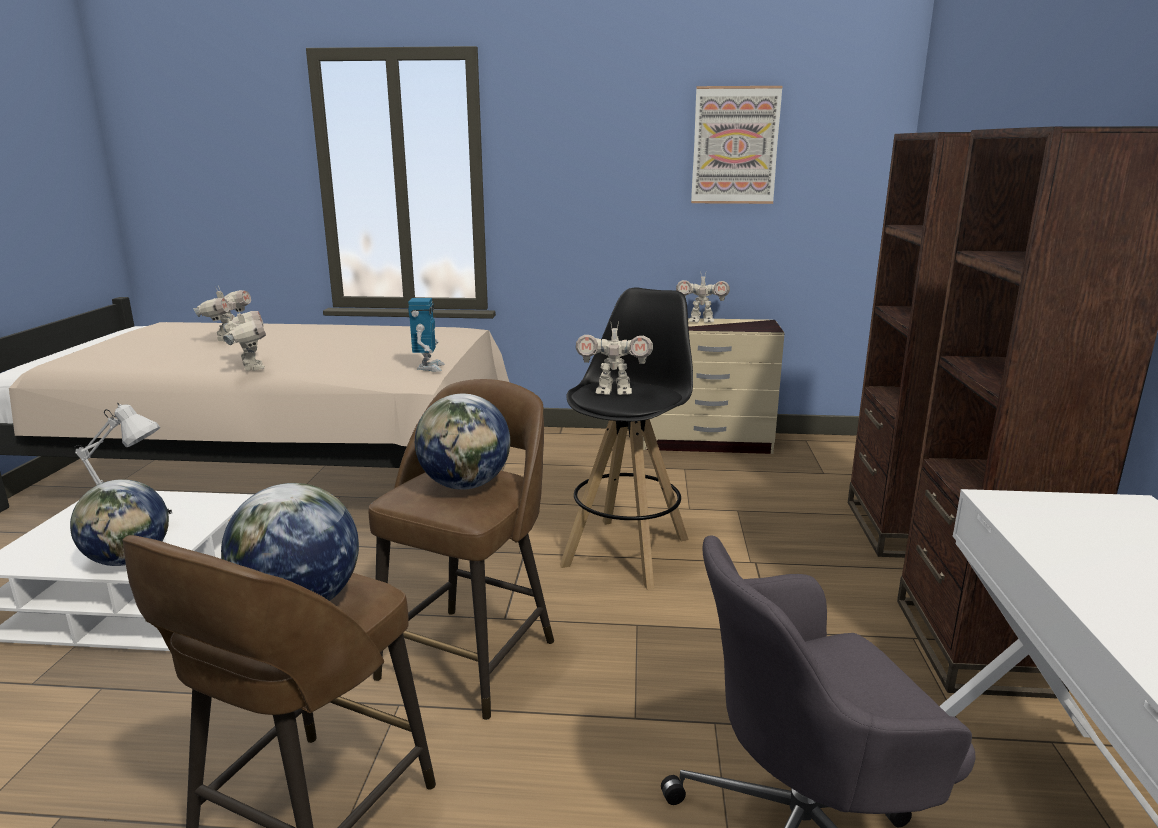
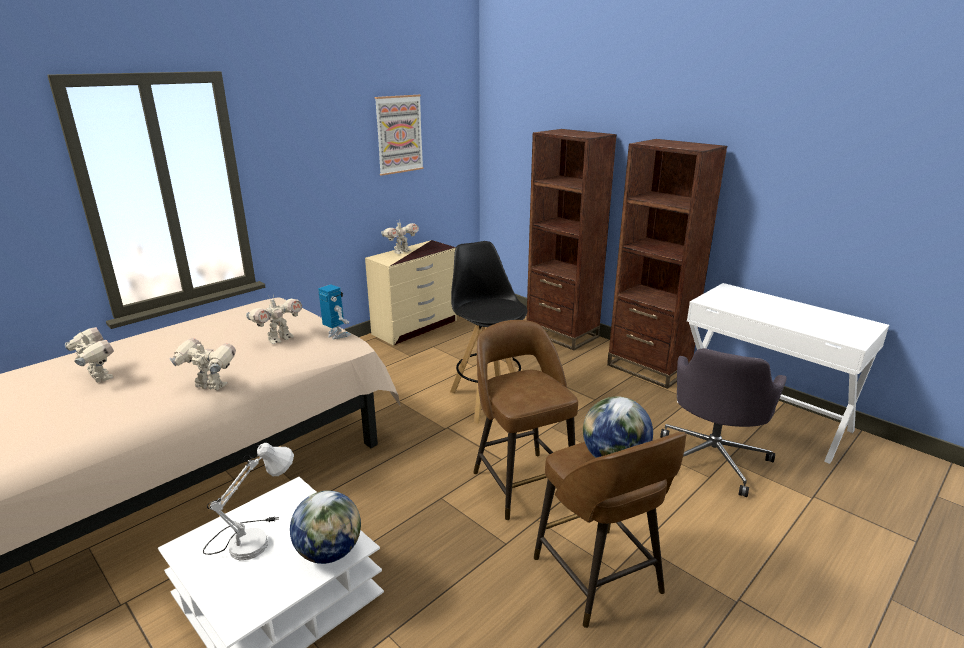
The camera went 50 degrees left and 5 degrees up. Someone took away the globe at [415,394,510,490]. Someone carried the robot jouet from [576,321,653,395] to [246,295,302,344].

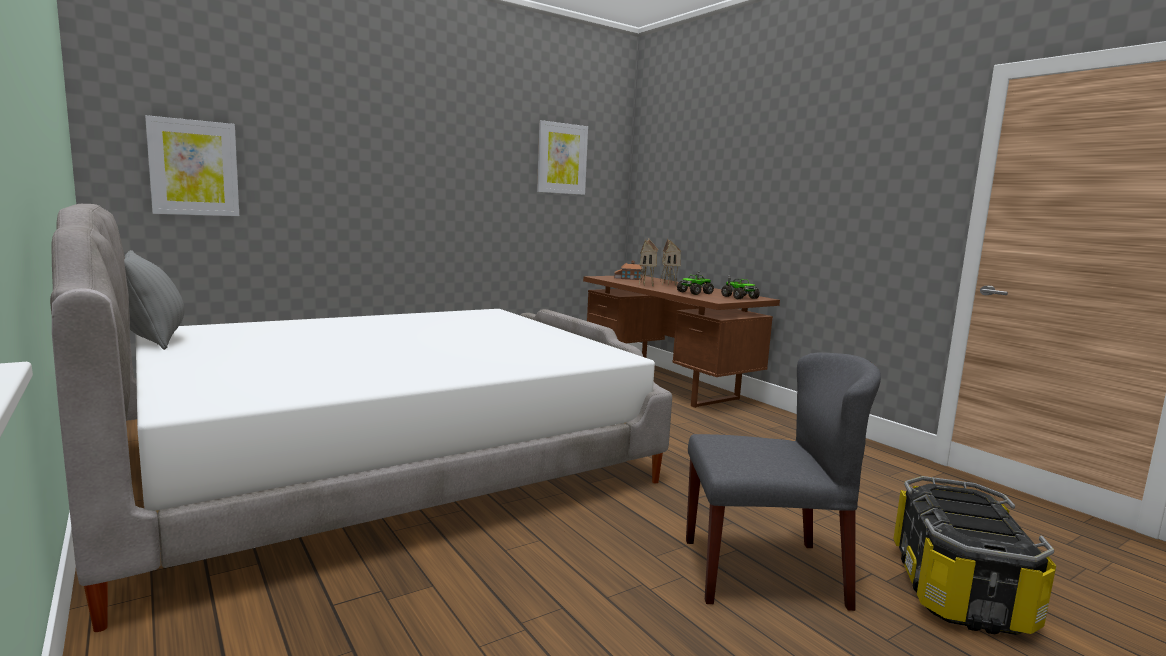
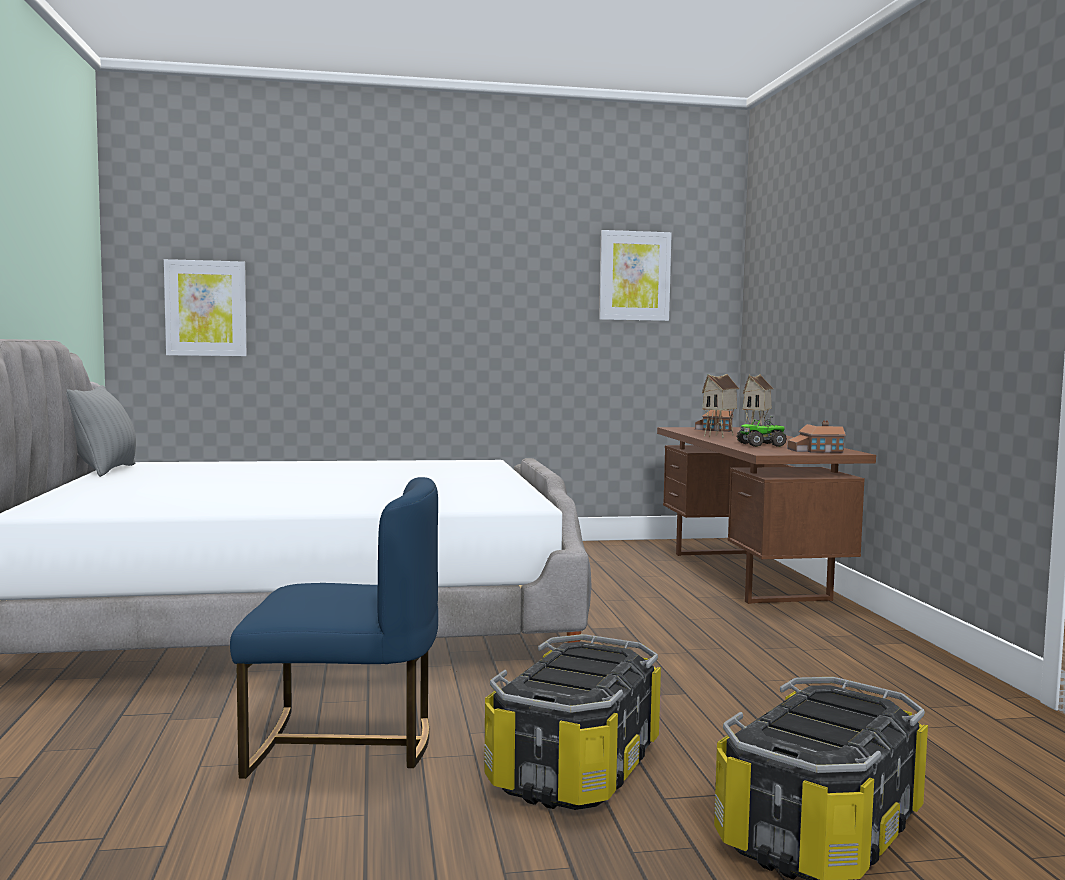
The camera went 25 degrees right and 5 degrees down. Someone put down the chaise (bleu) at [230,477,438,779]. Someone swapped the chaise (gris) at [686,352,881,611] for the boîte de rangement at [484,634,661,810]. Someone swapped the camion jouet at [721,275,760,299] for the maison miniature at [787,420,846,453].

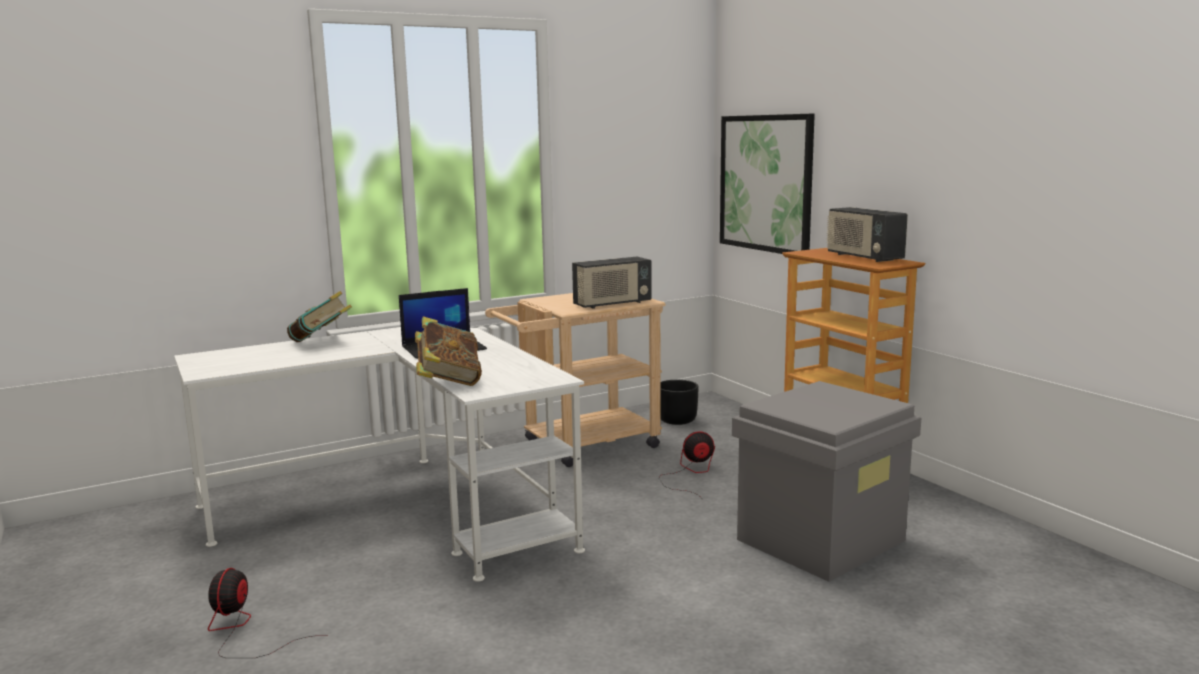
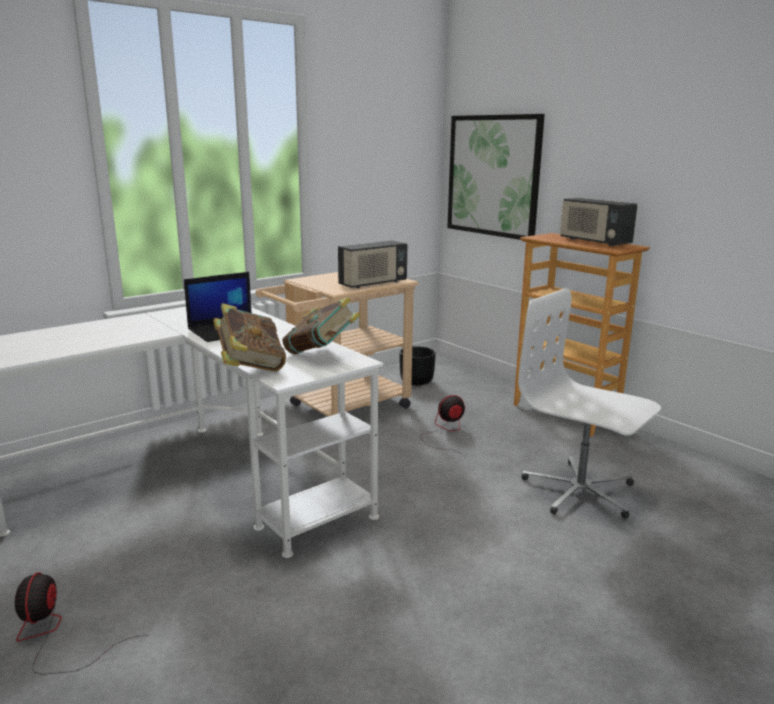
The camera went 10 degrees left and 5 degrees up. Someone carried the livre from [287,291,352,342] to [282,297,361,354]. Someone swapped the boîte de rangement (gris) at [732,381,921,582] for the chaise de bureau (blanc) at [518,288,661,519].

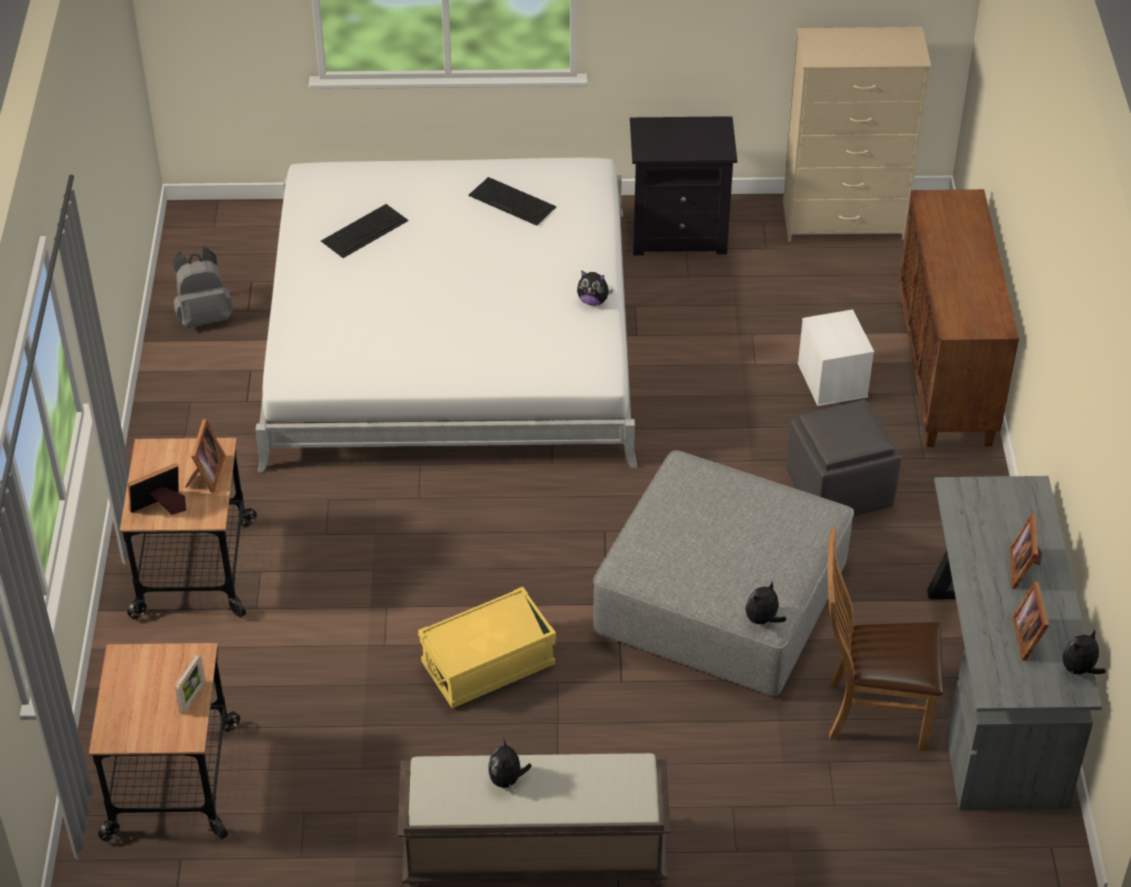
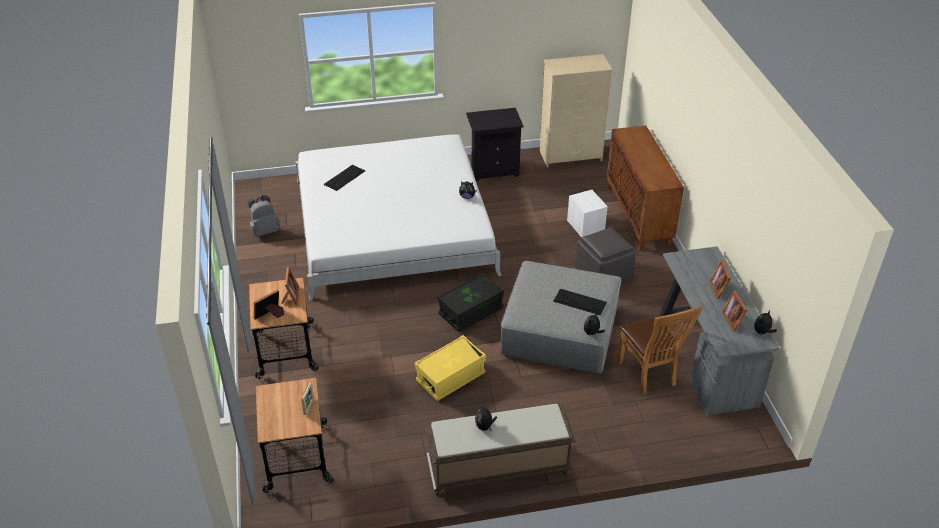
The camera went 10 degrees left and 5 degrees down. Someone put down the boîte de rangement (noir) at [438,273,504,332]. Someone carried the clavier from [468,177,557,226] to [553,289,607,315]. Someone rotated the chaise (marron) at [828,527,943,751] by 105 degrees counterclockwise.

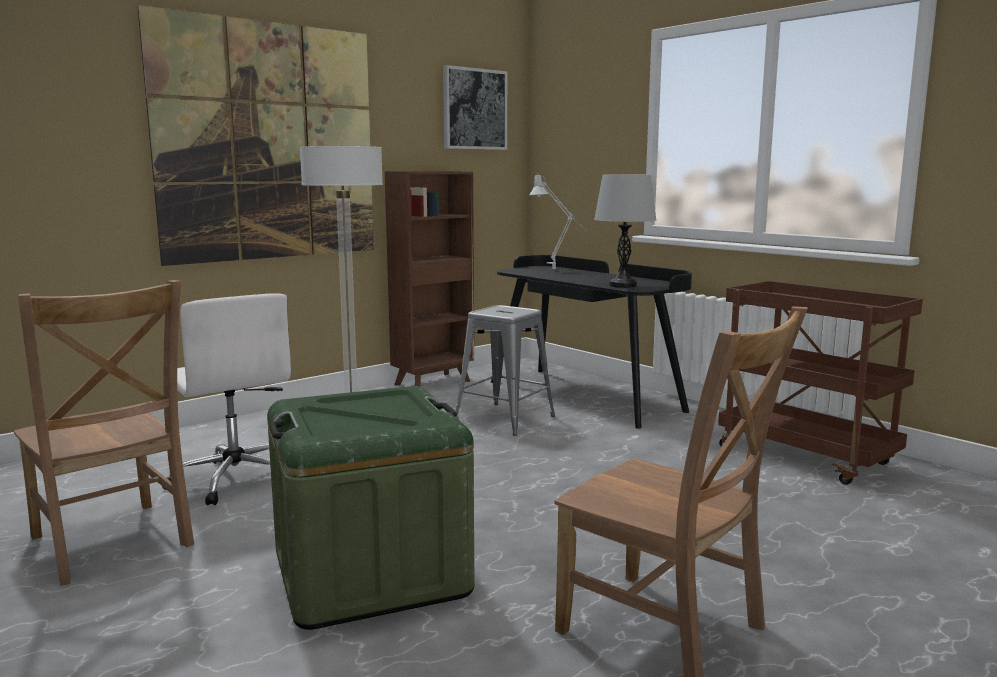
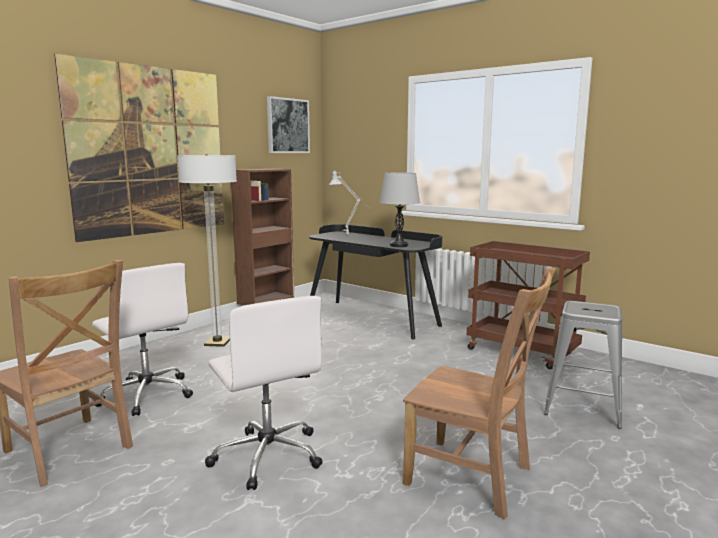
The camera went 10 degrees left and 0 degrees up. Someone carried the tabouret (gris) from [456,305,555,436] to [544,301,622,429]. Someone swapped the boîte de rangement (vert) at [267,386,475,630] for the chaise de bureau (blanc) at [205,296,323,490].

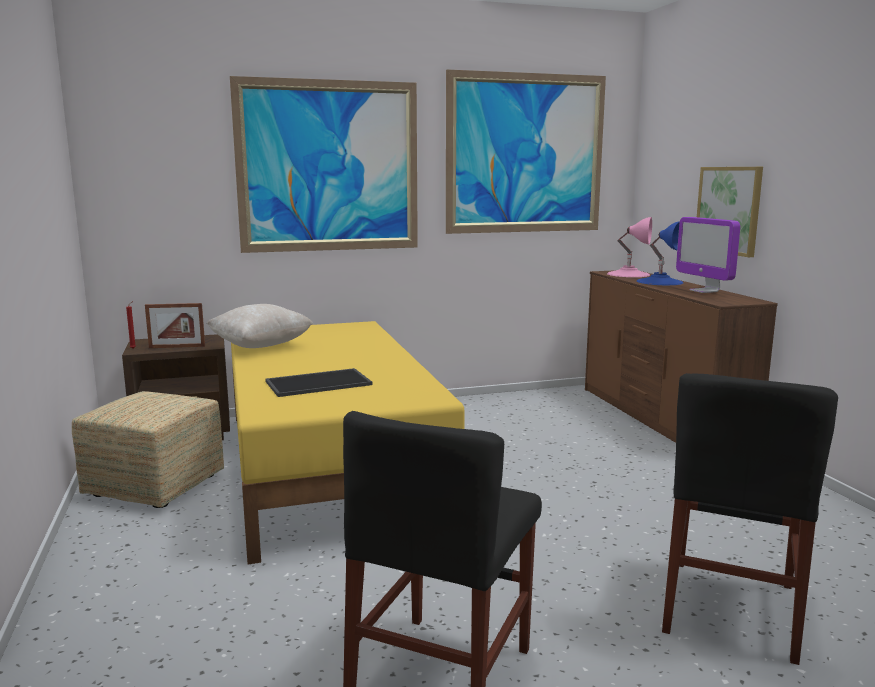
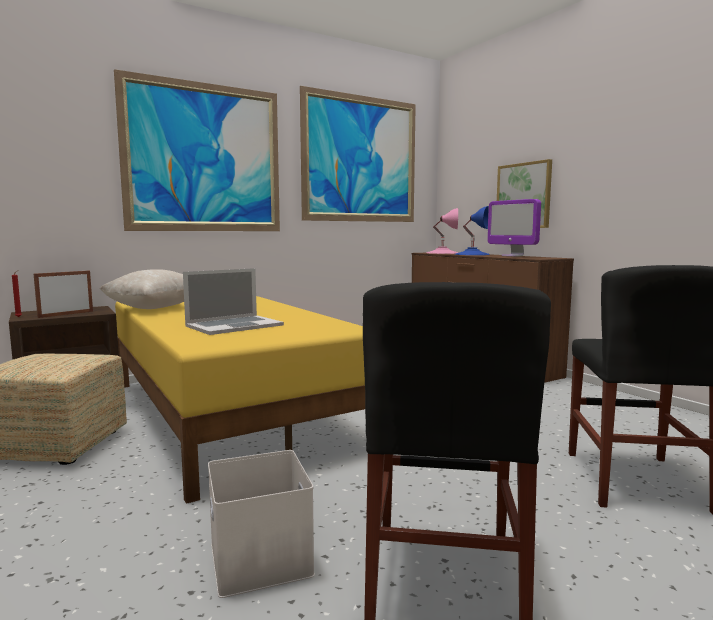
The camera went 15 degrees left and 5 degrees down. Someone put down the boîte de rangement (blanc) at [208,450,315,598]. Someone swapped the plateau at [265,368,372,397] for the ordinateur portable at [183,268,284,335]. Someone rotated the cadre photo at [145,303,205,348] by 150 degrees clockwise.

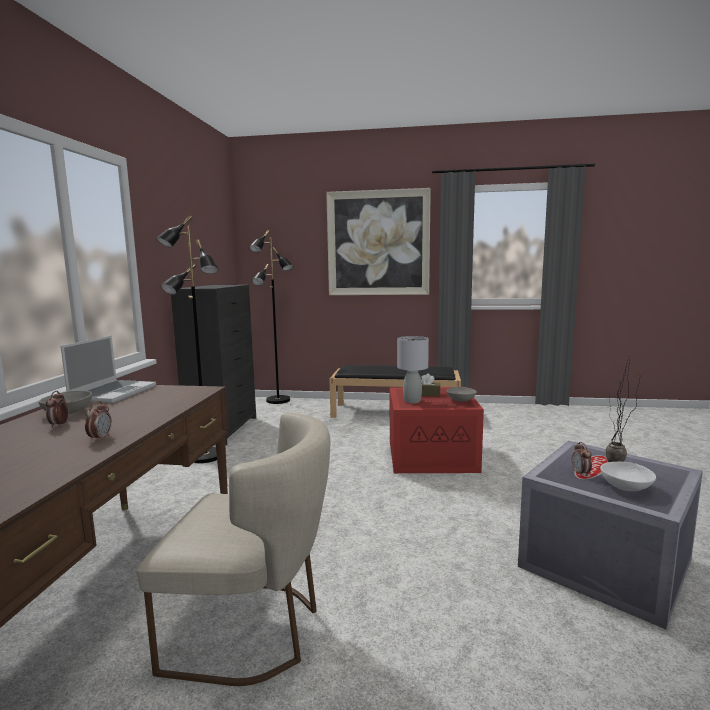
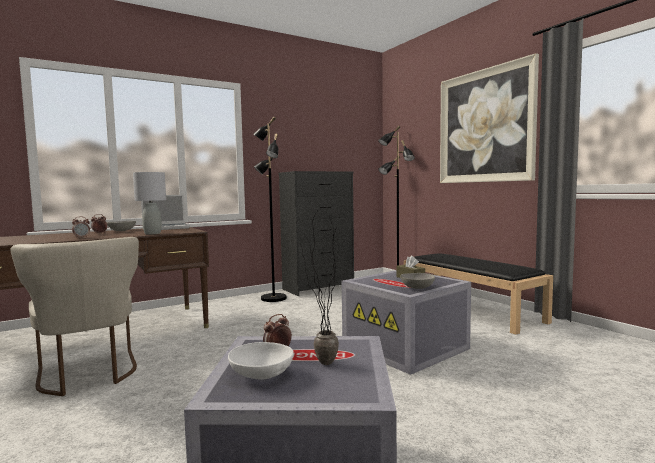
The camera went 50 degrees right and 5 degrees down. Someone carried the lampe de table (gris) from [397,336,429,403] to [133,172,166,235]. Someone repainted the boîte de rangement (rouge) at [390,387,484,473], which became the boîte de rangement (gris) at [342,270,471,375].

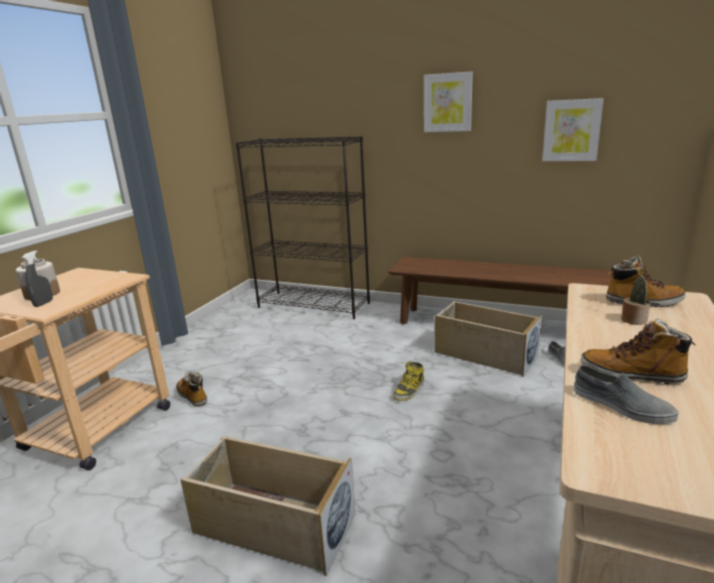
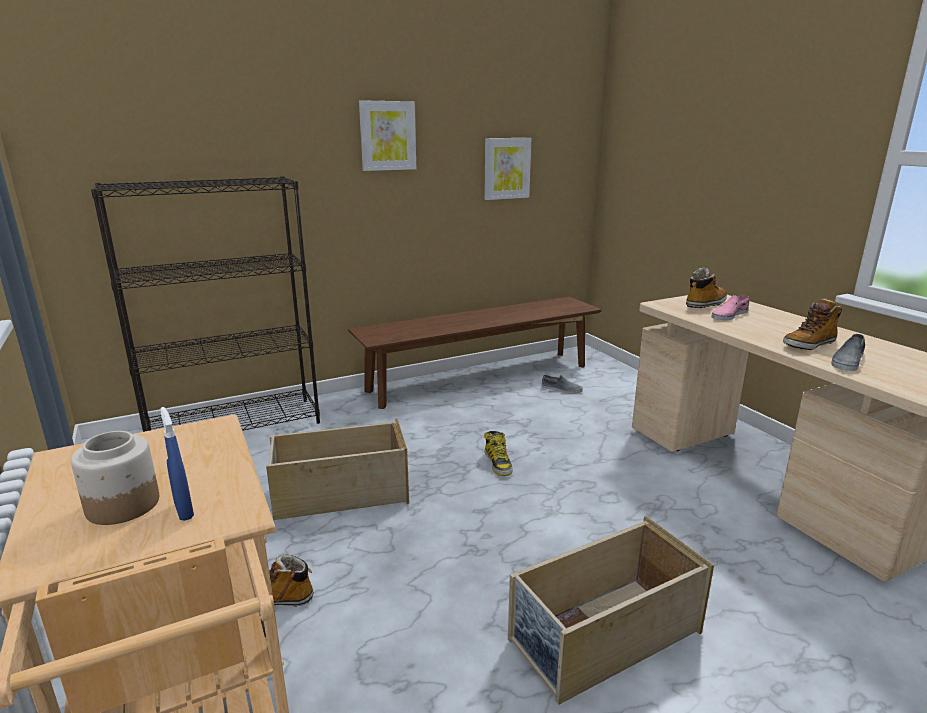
The camera went 50 degrees left and 0 degrees up. Someone carried the boîte de rangement (beige) from [434,301,542,377] to [266,418,409,520]. Someone swapped the plante en pot at [621,255,650,325] for the chaussure (rose) at [711,295,749,320]. Someone repainted the vaporisateur (gris) at [22,250,53,307], which became the vaporisateur (bleu) at [160,407,194,521]. Someone rotated the chaussure (gris) at [574,365,679,424] by 135 degrees clockwise.

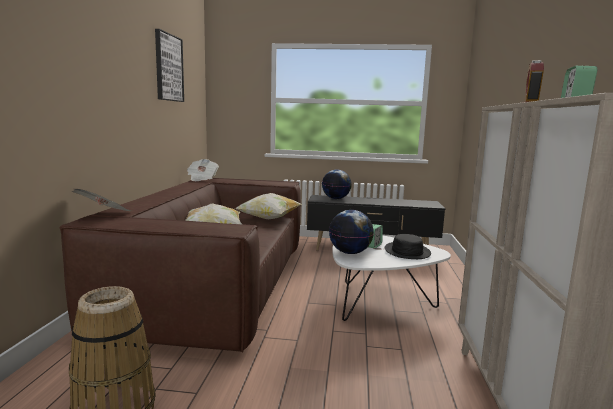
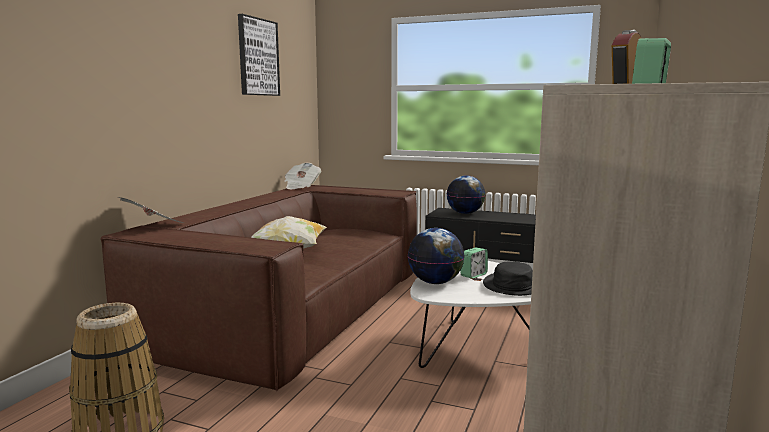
The camera went 15 degrees right and 0 degrees up. Someone took away the coussin at [234,193,302,219].

